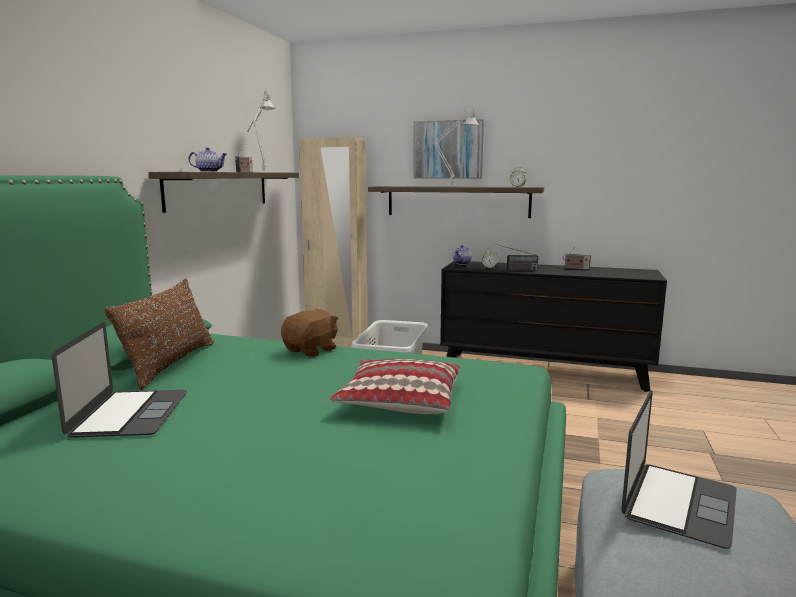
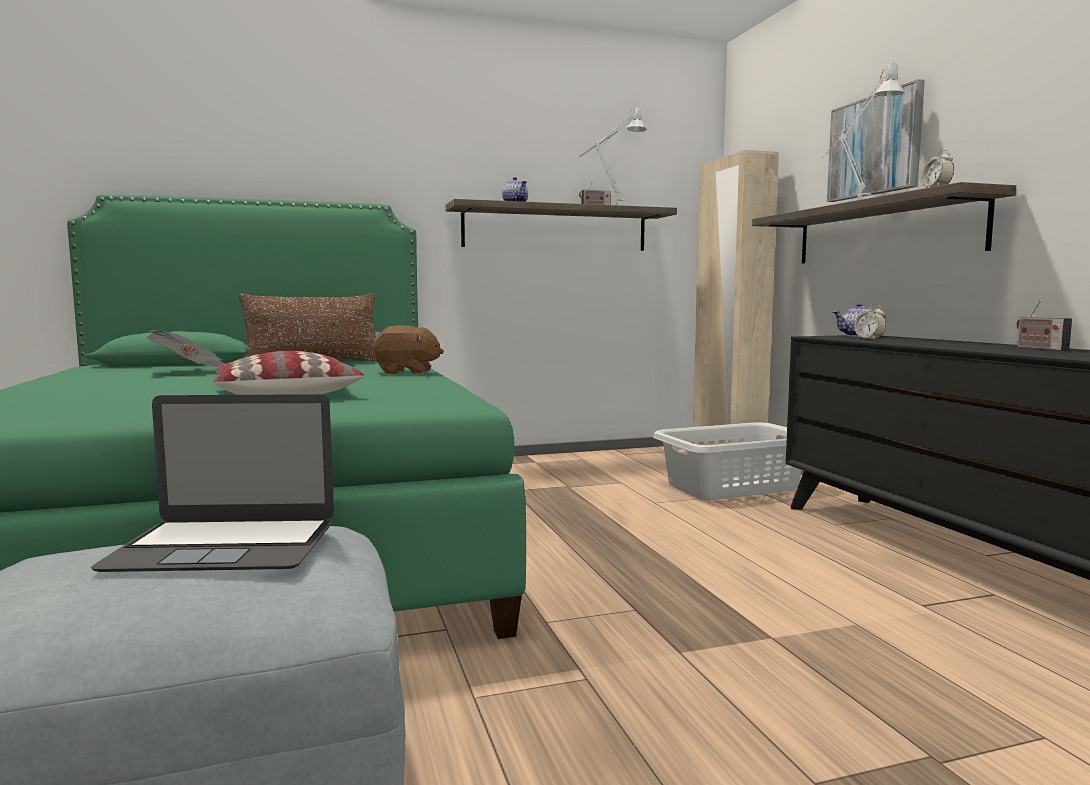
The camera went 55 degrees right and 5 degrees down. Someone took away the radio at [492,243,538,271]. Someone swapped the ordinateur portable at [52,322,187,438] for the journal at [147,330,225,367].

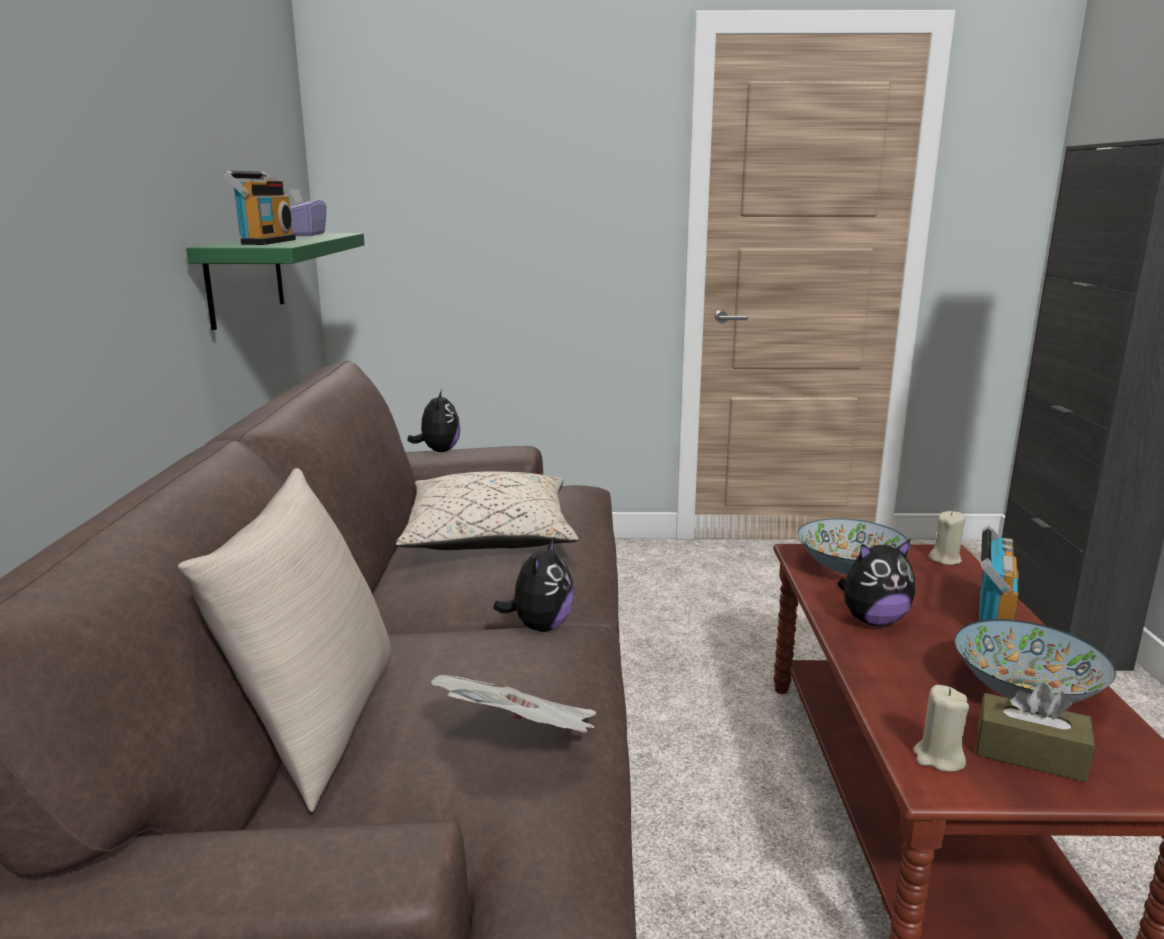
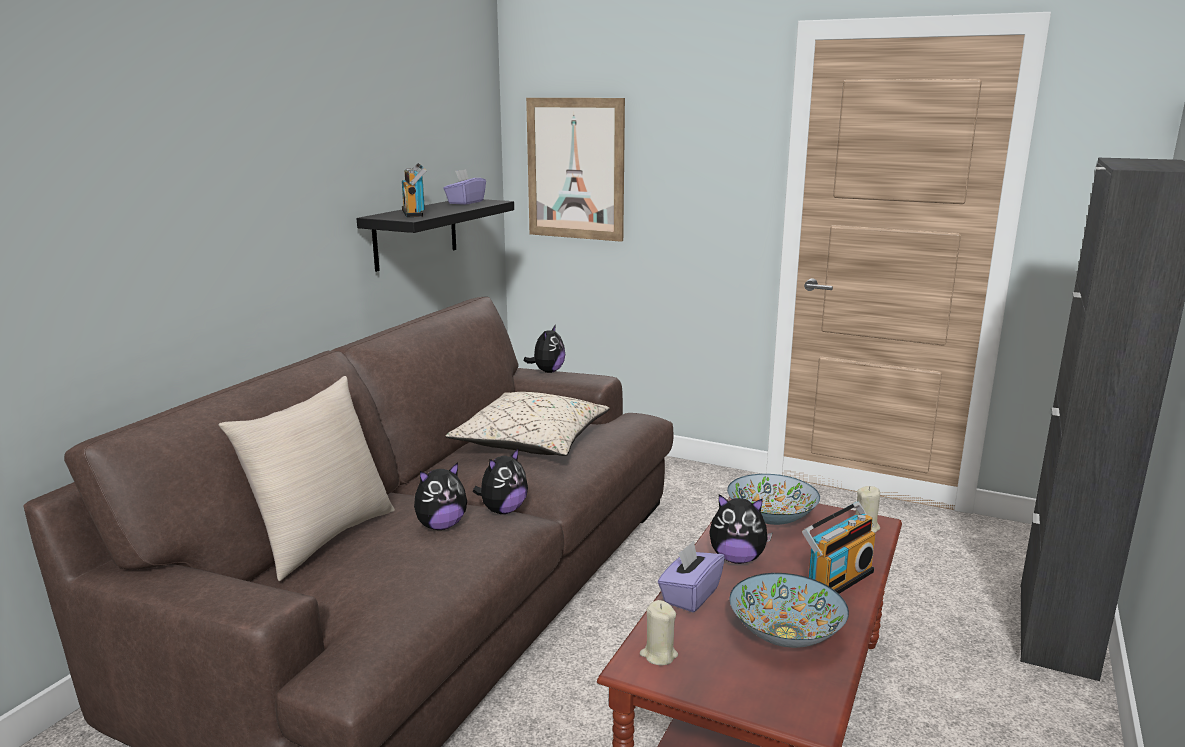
The camera went 25 degrees right and 0 degrees up. Someone took away the journal at [431,675,597,733]. Someone took away the boîte à mouchoirs (marron) at [976,683,1095,782]. Someone put down the peluche at [414,462,467,530]. Someone put up the tableau at [526,98,625,242]. Someone put down the boîte à mouchoirs (violet) at [658,541,725,612]. Someone repainted the étagère (vert) at [186,233,365,330], which became the étagère (noir) at [357,199,514,272]. Someone rotated the radio at [222,170,296,245] by 135 degrees clockwise.

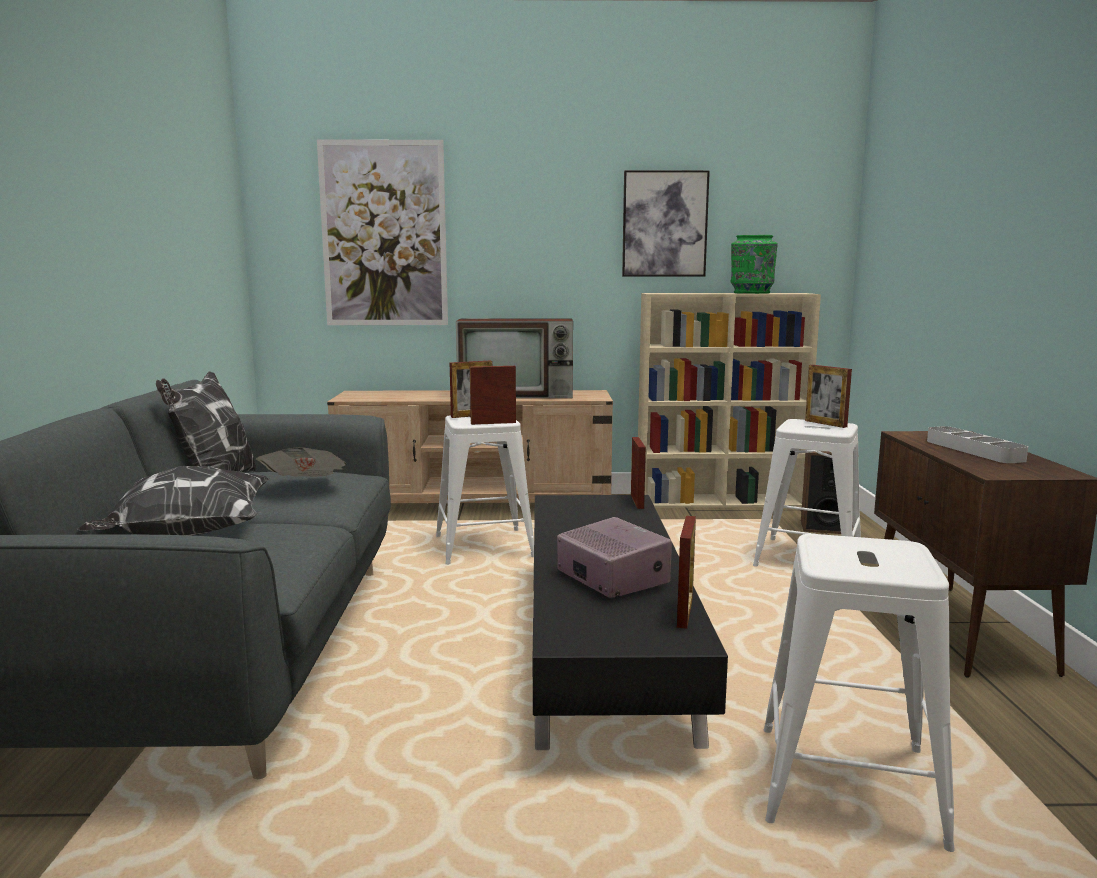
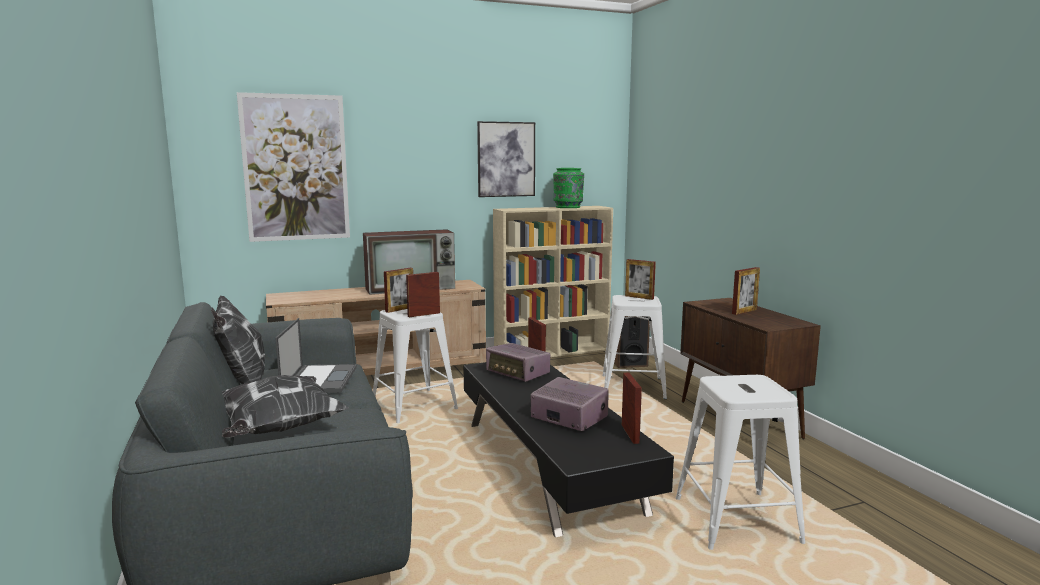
The camera went 20 degrees left and 0 degrees up. Someone put down the radio at [486,343,550,382]. Someone swapped the journal at [256,447,347,477] for the ordinateur portable at [275,318,357,393]. Someone swapped the plateau (gris) at [927,426,1028,463] for the cadre photo at [732,267,760,315].

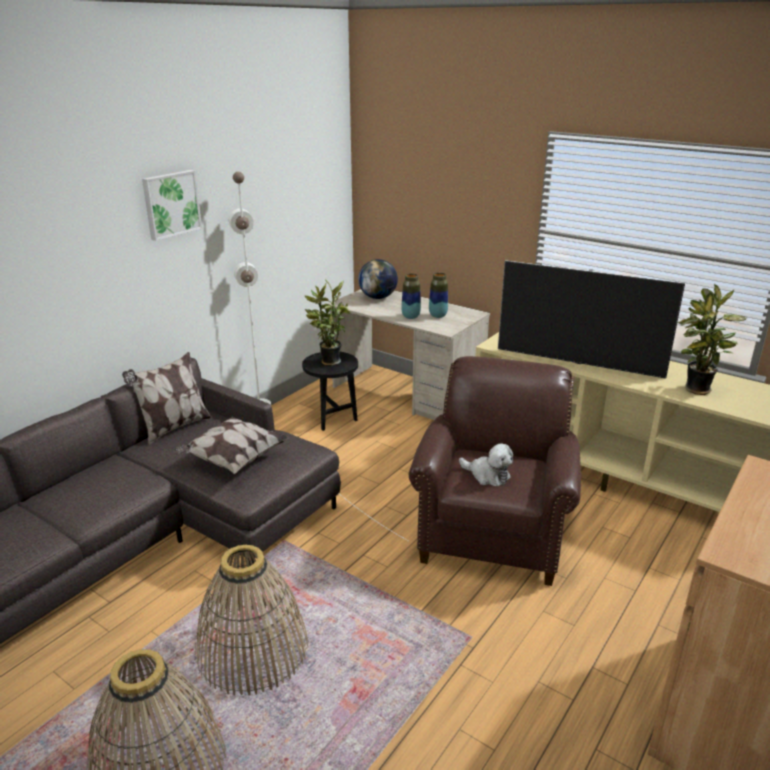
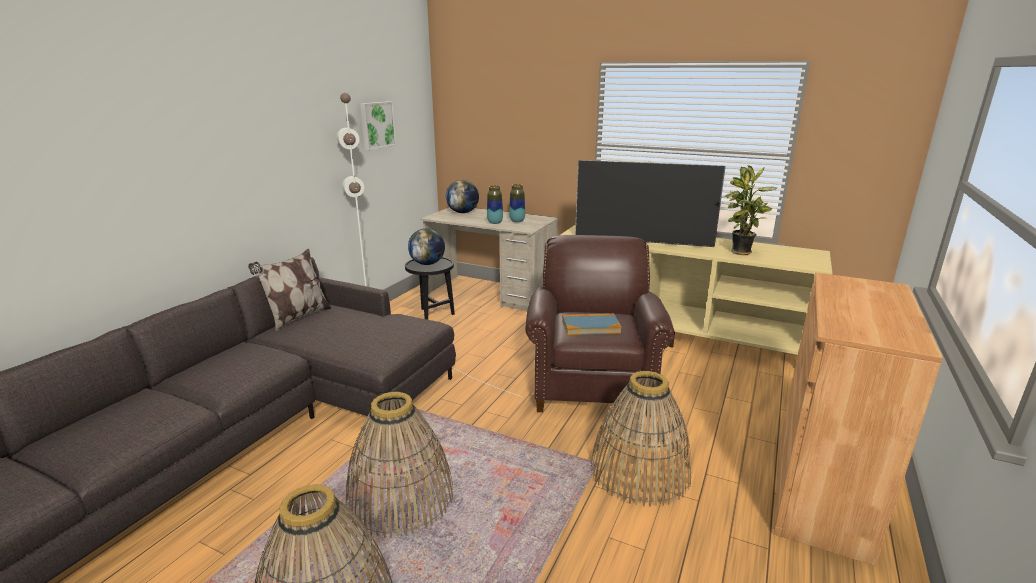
The camera went 10 degrees left and 5 degrees down. Someone took away the coussin at [174,417,289,474]. Someone put down the panier at [591,371,692,507]. Someone carried the tableau from [142,170,202,241] to [360,101,396,150]. Someone swapped the plante en pot at [304,280,350,366] for the globe at [408,228,445,265]. Someone swapped the peluche at [459,443,513,486] for the livre at [562,313,622,335].

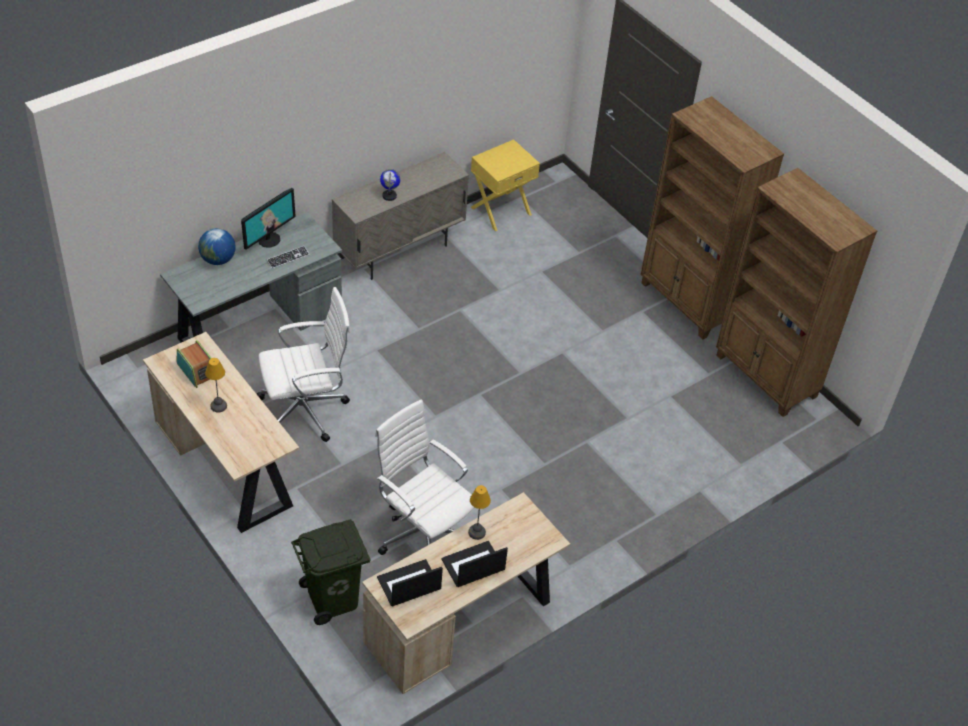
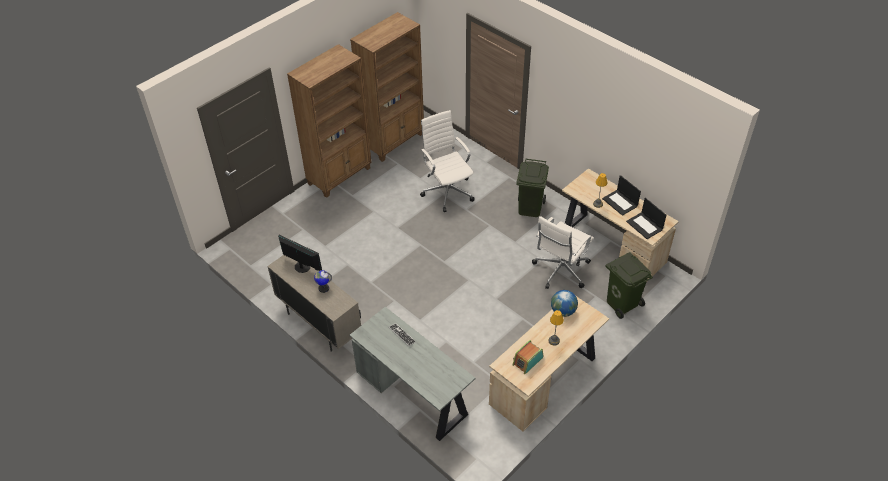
The camera went 95 degrees left and 0 degrees up. Someone took away the table de chevet (jaune) at [471,139,540,231]. Someone put down the poubelle (vert) at [516,159,549,217]. Someone carried the globe from [198,228,236,265] to [551,290,578,317]. Someone carried the écran d'ordinateur from [241,188,296,250] to [278,235,322,273]. Someone carried the chaise de bureau (blanc) from [257,287,350,442] to [420,110,475,212].

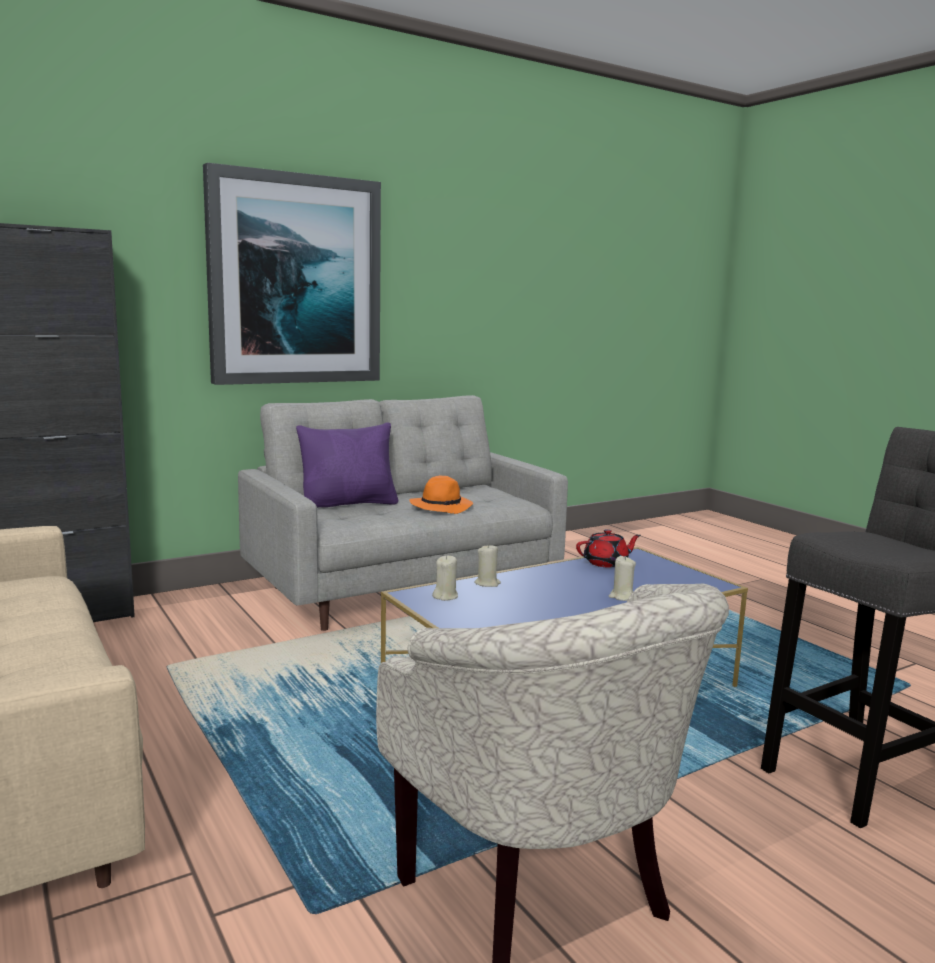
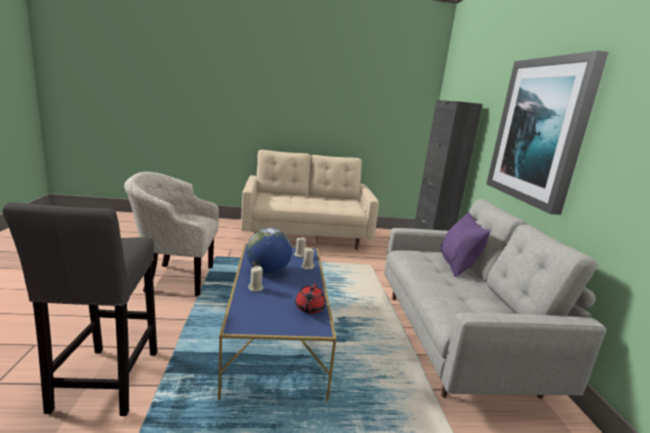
The camera went 115 degrees right and 5 degrees up. Someone took away the chapeau (orange) at [409,476,473,514]. Someone put down the globe at [246,228,292,273].

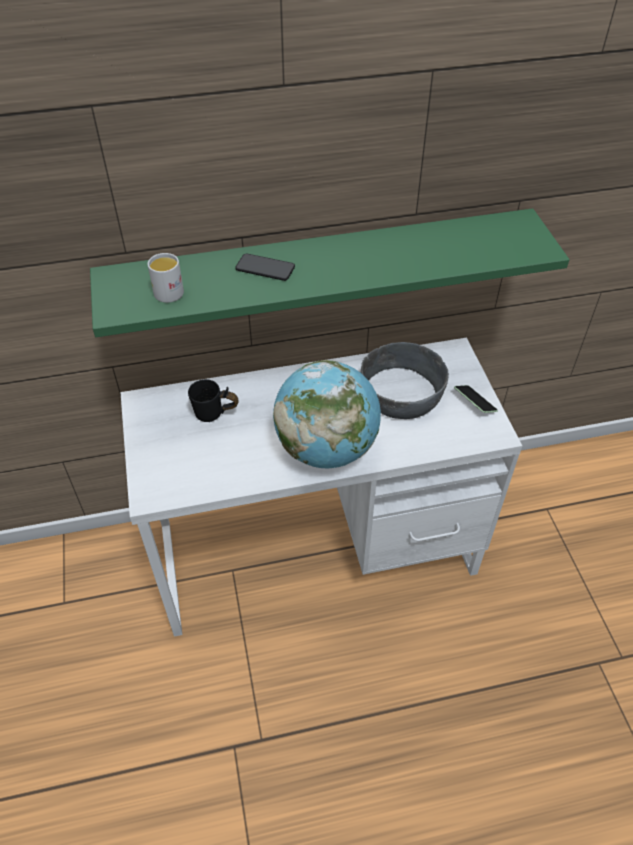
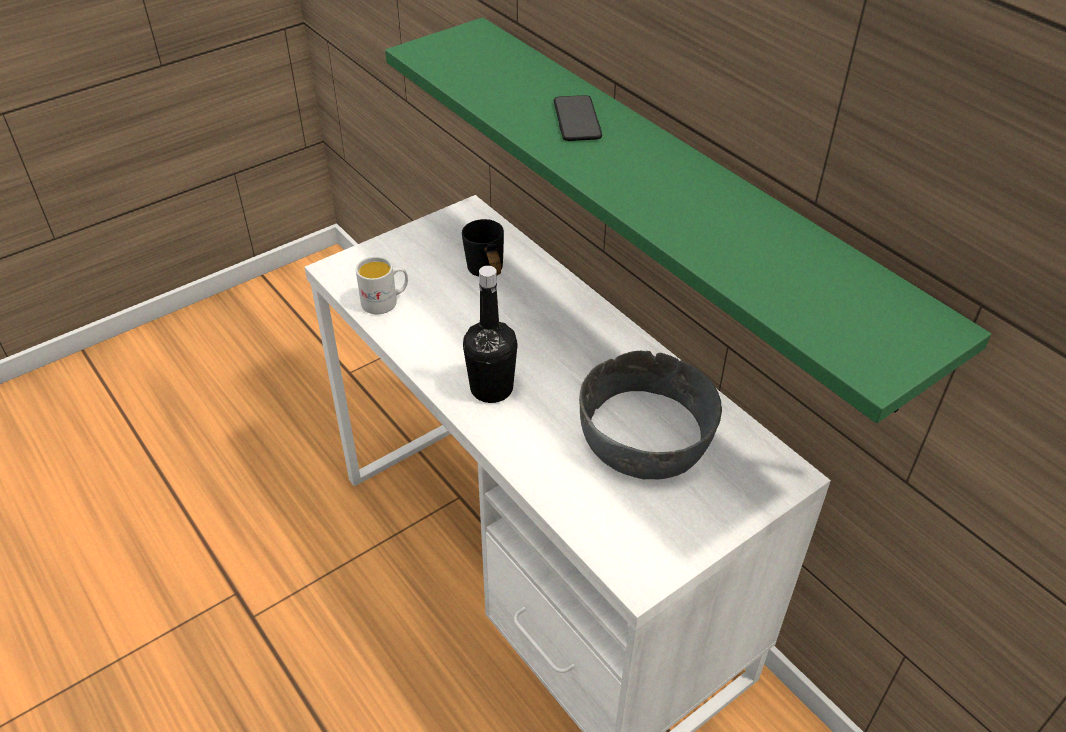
The camera went 65 degrees right and 5 degrees down. Someone took away the téléphone at [454,385,498,413]. Someone carried the mug (blanc) from [148,253,184,303] to [356,256,408,314]. Someone swapped the globe at [273,360,381,468] for the bouteille (noir) at [463,266,518,403].

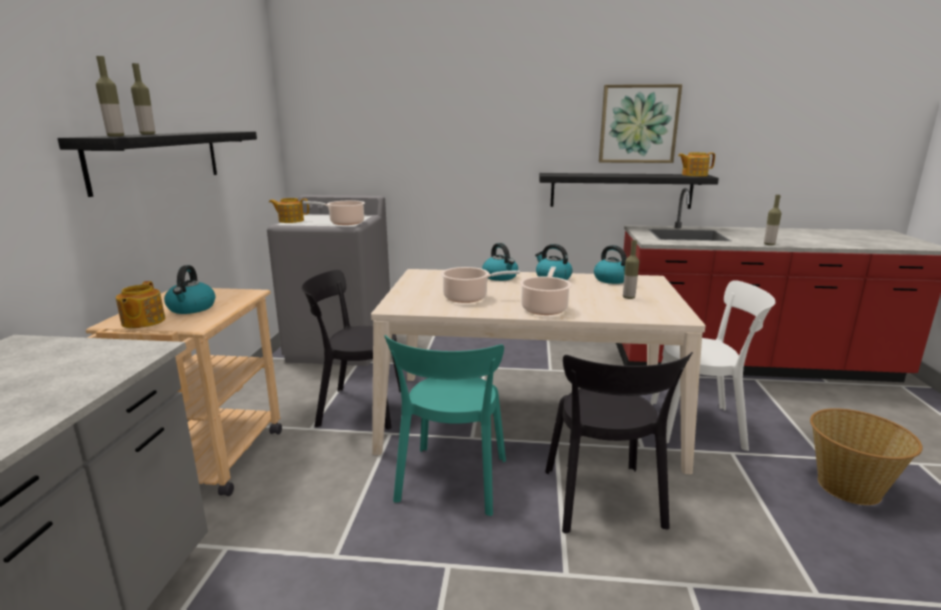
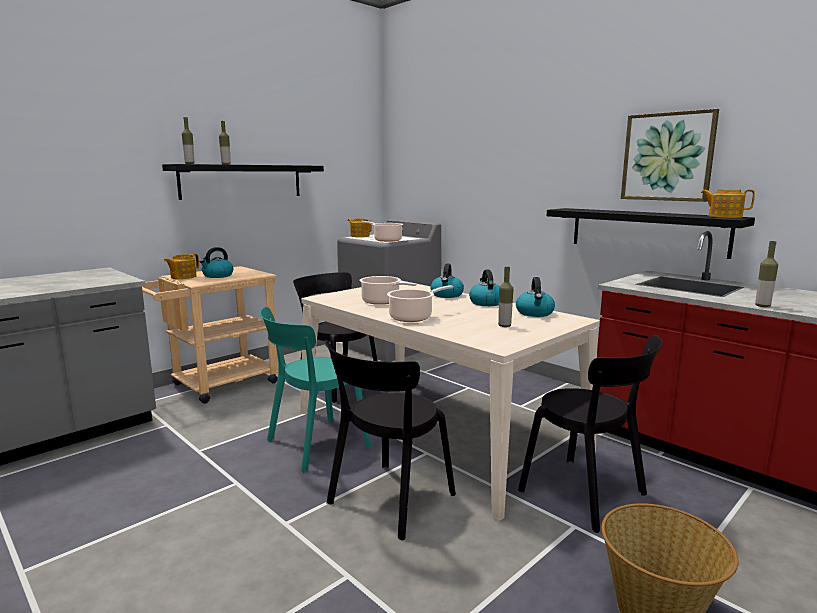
The camera went 40 degrees right and 5 degrees down. Someone repainted the chaise (blanc) at [650,280,776,451], which became the chaise (noir) at [518,335,663,533].

